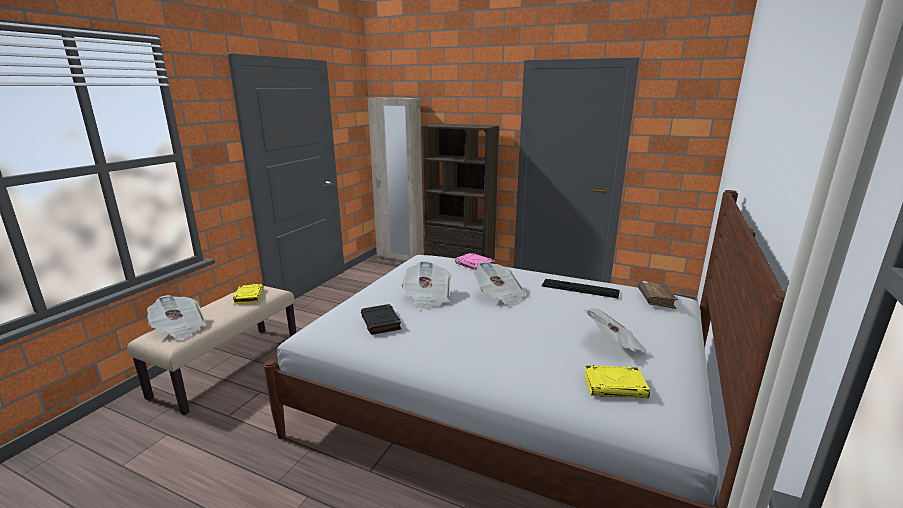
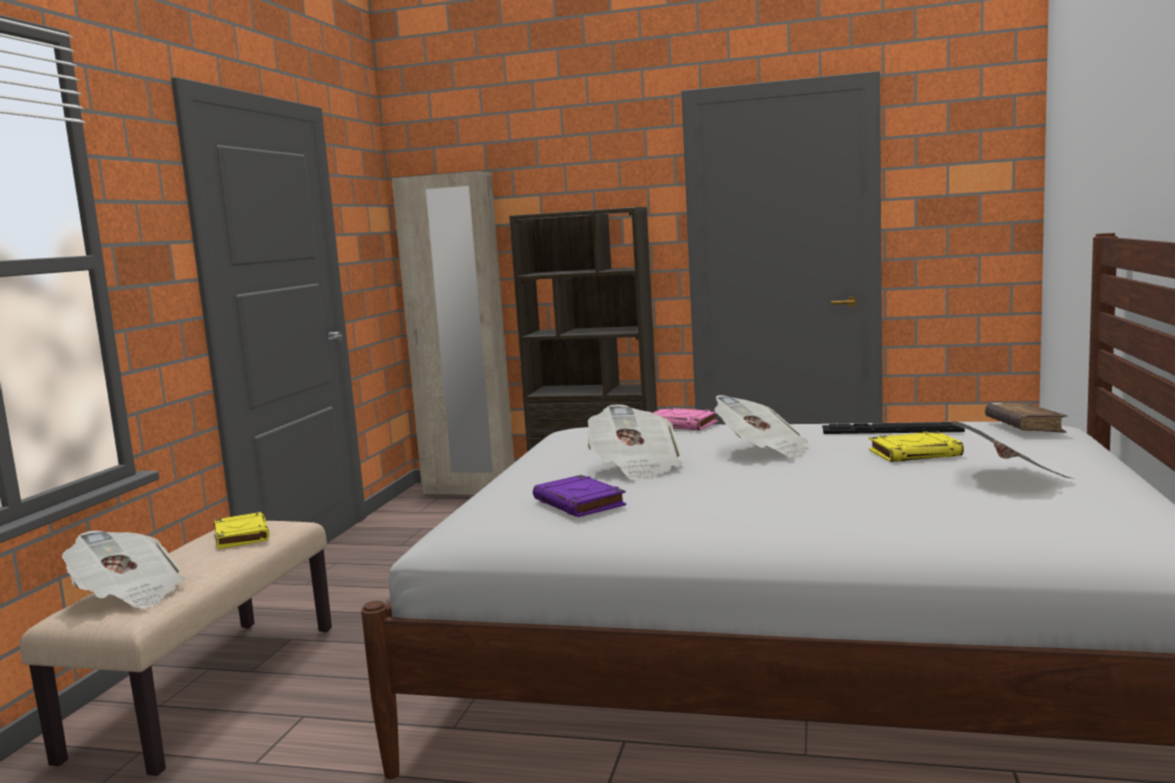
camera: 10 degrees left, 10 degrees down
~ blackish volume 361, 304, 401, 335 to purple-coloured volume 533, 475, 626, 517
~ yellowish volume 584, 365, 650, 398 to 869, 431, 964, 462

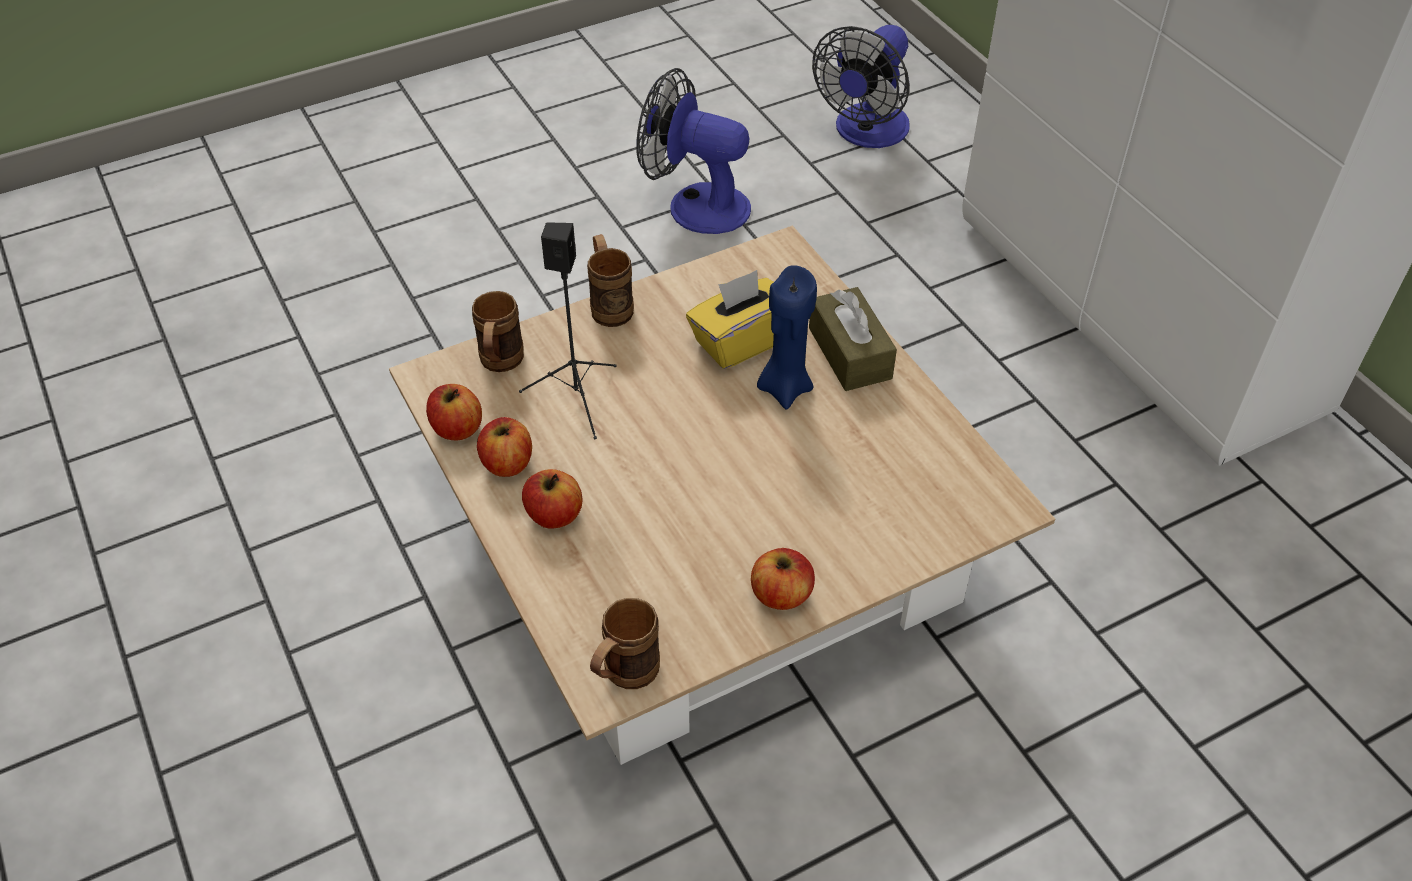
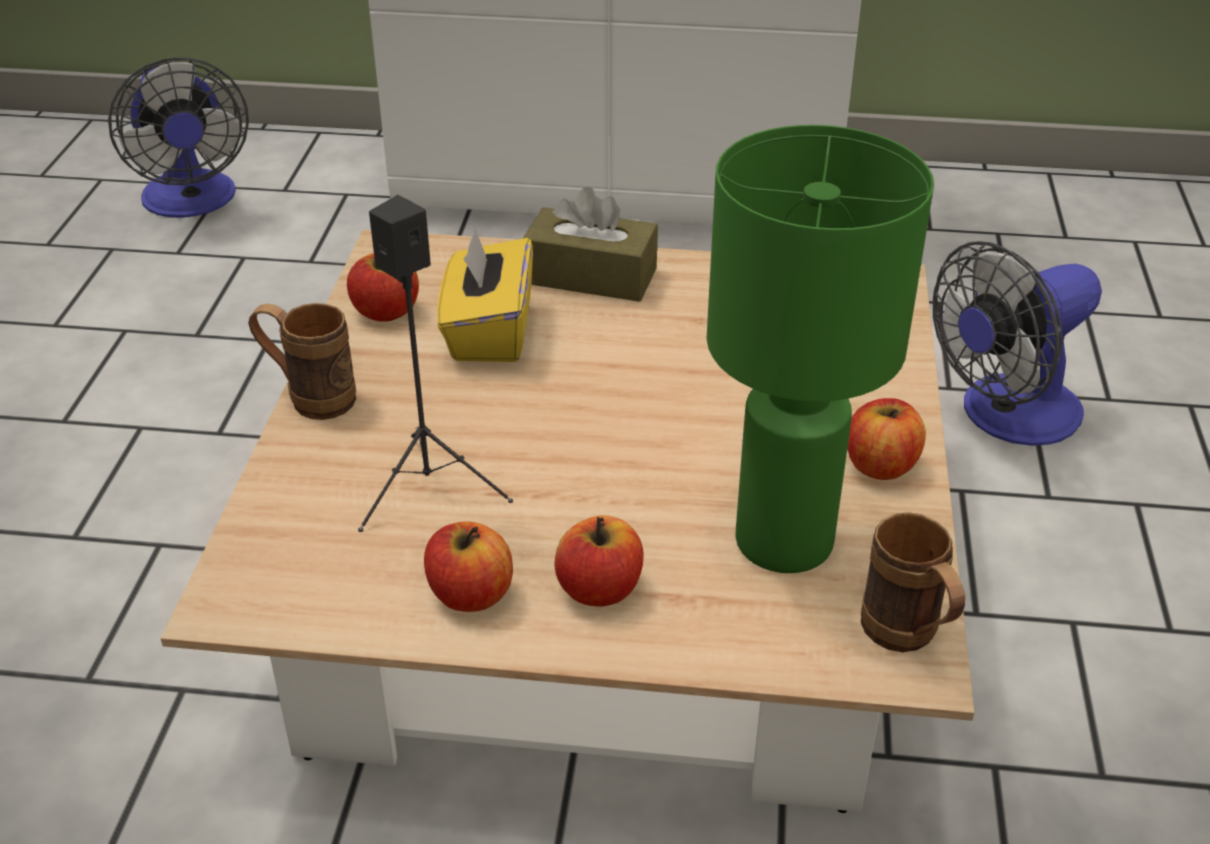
camera: 55 degrees left, 10 degrees down
~ whole apple 426, 384, 482, 441 to 347, 253, 419, 322
+ greenish tabletop lamp 707, 125, 934, 573
~ electric fan 636, 68, 751, 234 to 933, 241, 1102, 446
- brown mug 472, 291, 524, 372
- blue-coloured wax candle 757, 265, 817, 410

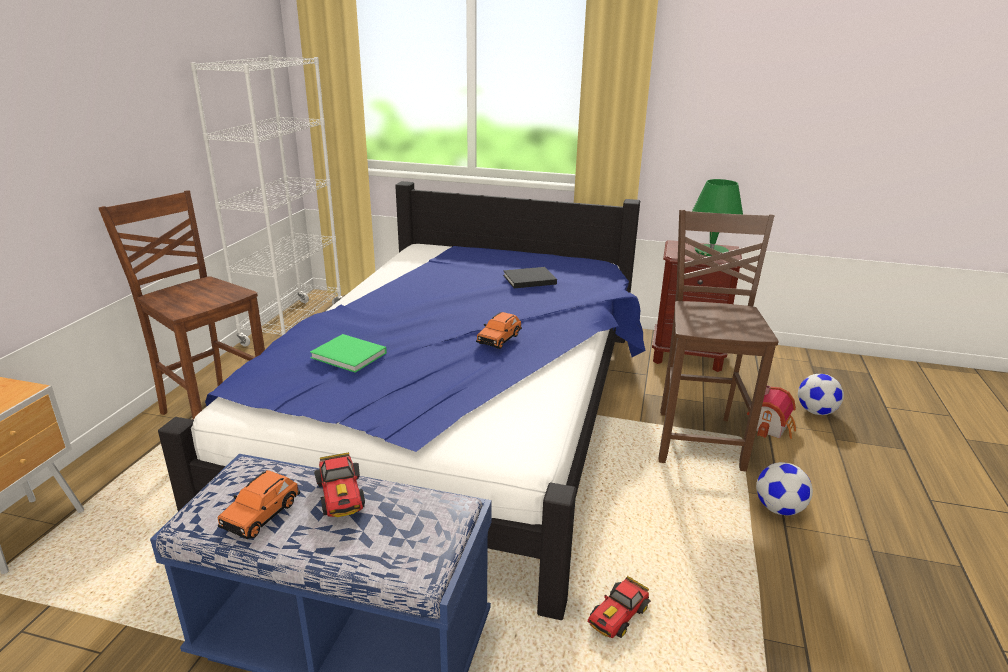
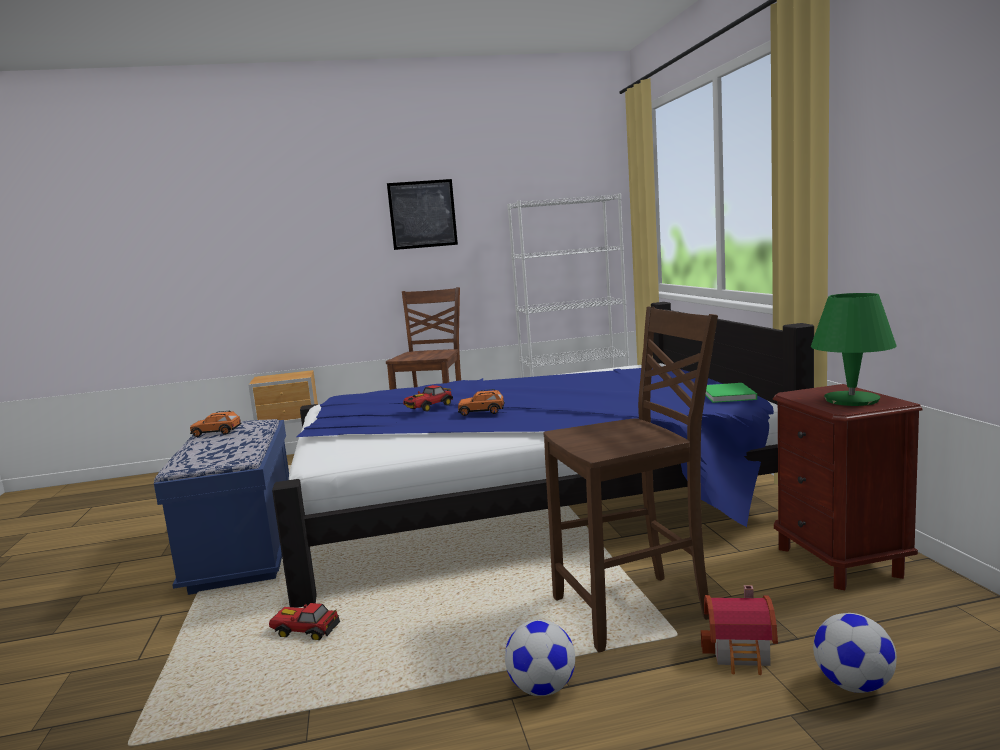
camera: 65 degrees right, 15 degrees down
+ wall art 387, 179, 458, 250
~ miniature car 314, 452, 365, 517 to 403, 385, 453, 412
~ greenish volume 310, 334, 387, 373 to 705, 383, 757, 403
- blackish volume 503, 267, 557, 288

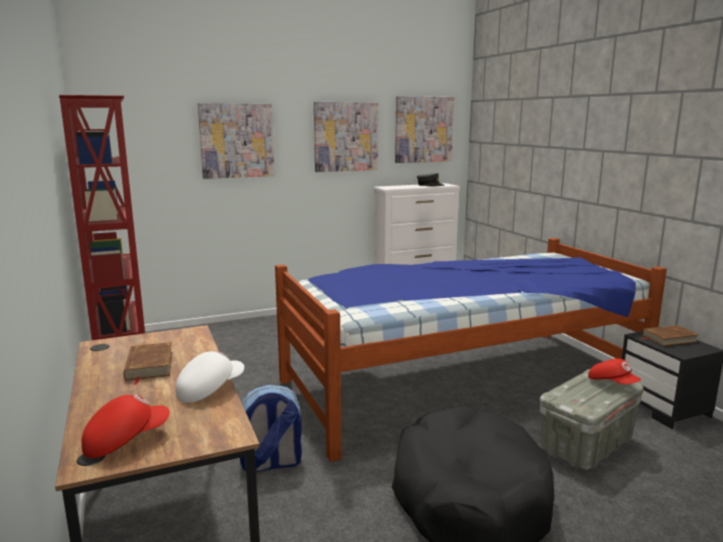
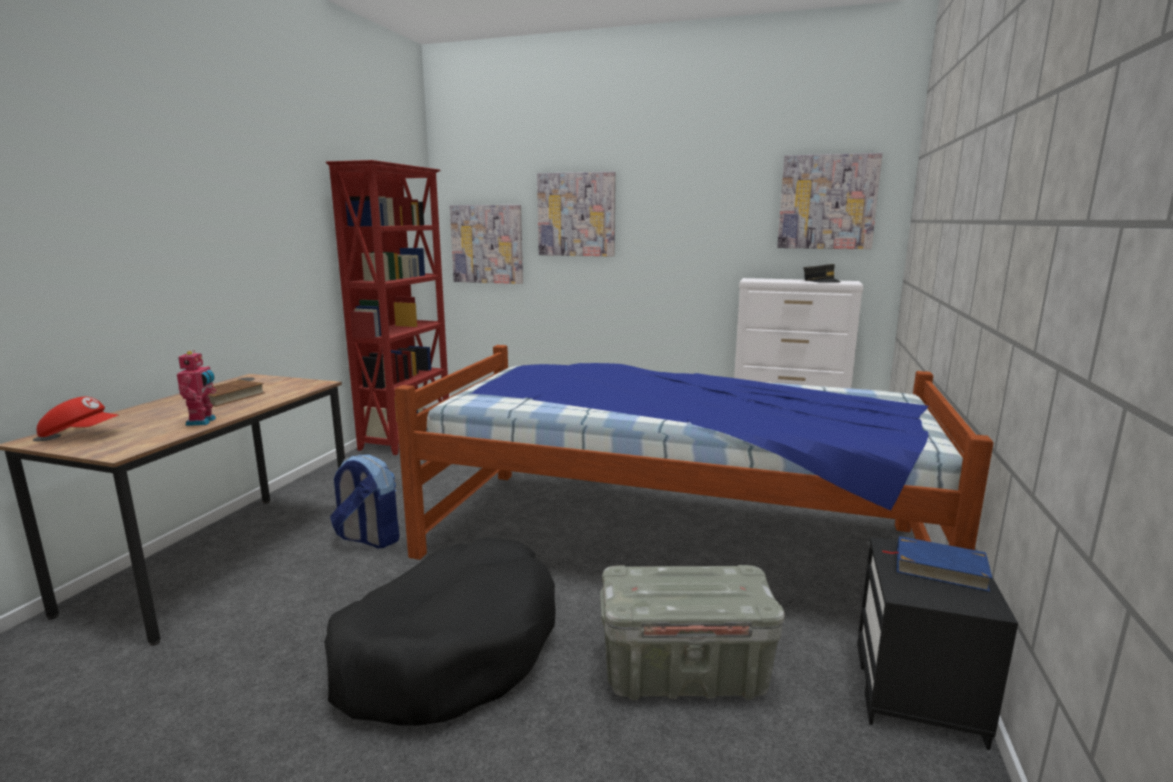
camera: 40 degrees right, 0 degrees up
~ white-coloured peaked cap 176, 351, 244, 403 to robot figure 177, 350, 216, 426
~ wall art 314, 102, 378, 172 to 450, 205, 523, 284
~ brown volume 642, 325, 699, 346 to blue-coloured volume 881, 536, 992, 592
- red peaked cap 588, 359, 641, 384

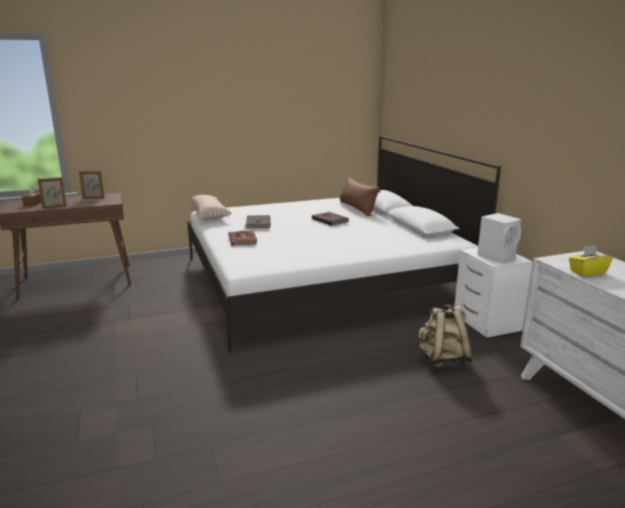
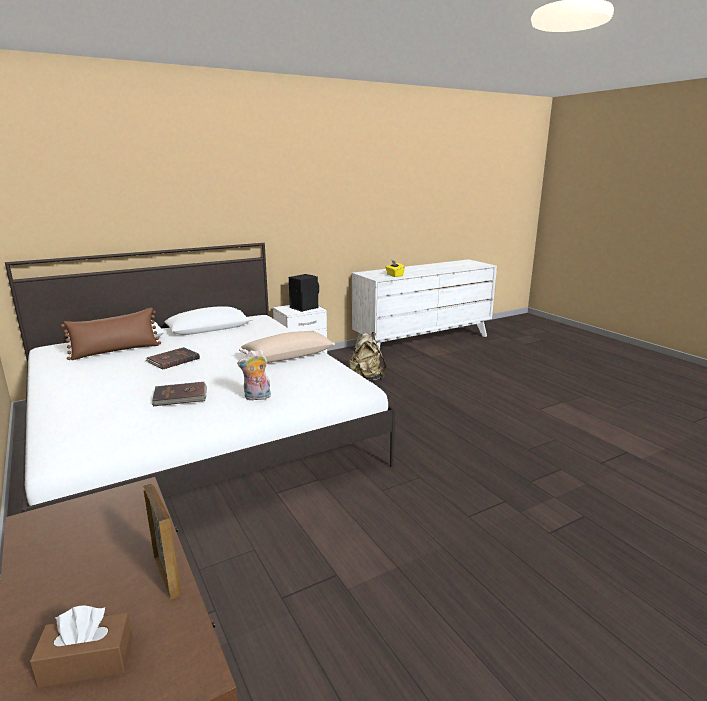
camera: 100 degrees left, 0 degrees up
~ volume 228, 230, 257, 246 to soft toy 237, 349, 271, 401
~ beige-coloured throw pillow 190, 195, 232, 220 to 239, 331, 335, 363
~ white-coloured speaker 477, 213, 521, 263 to blackish speaker 289, 274, 319, 312
- standing frame 79, 171, 104, 199

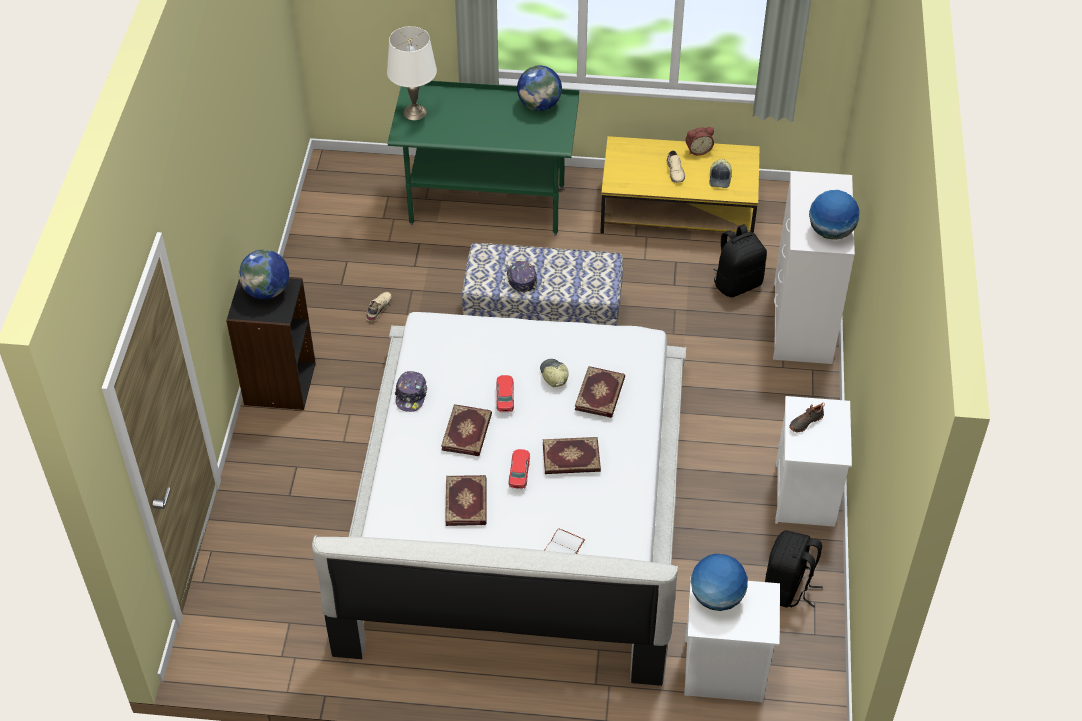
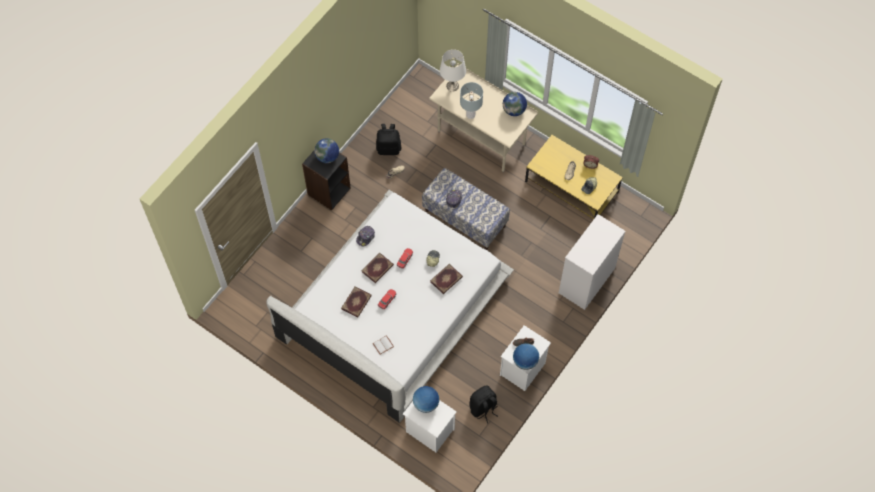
camera: 30 degrees right, 15 degrees up
~ blackish backpack 713, 224, 767, 297 to 376, 124, 401, 155
~ greenish desk 388, 81, 579, 235 to beige-coloured desk 429, 63, 538, 172
+ gray tabletop lamp 460, 82, 483, 119
~ world globe 809, 190, 859, 240 to 513, 343, 539, 370
- volume 543, 437, 601, 474

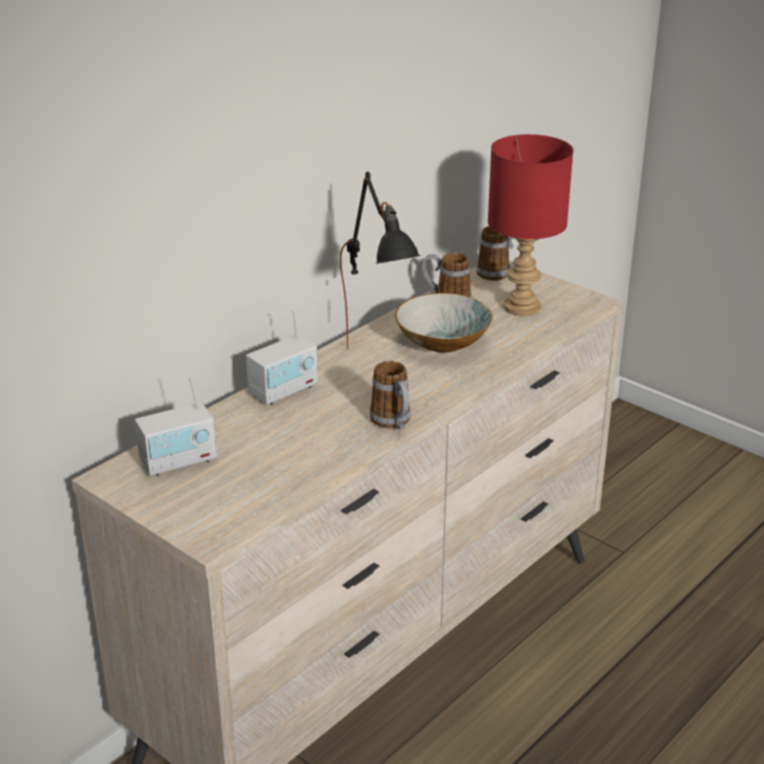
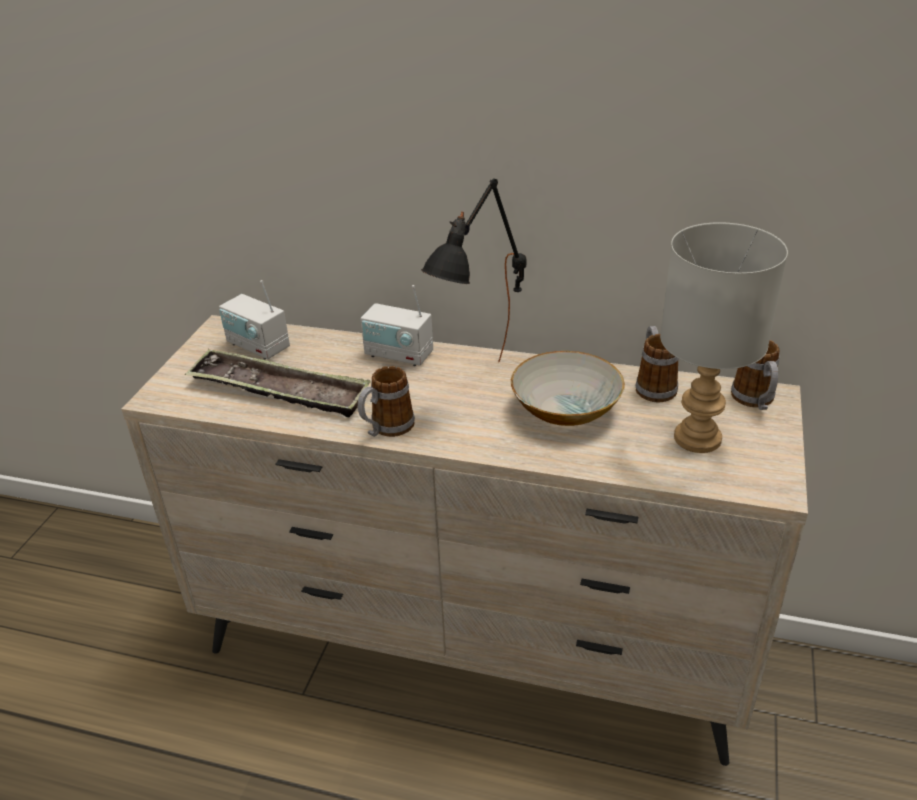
camera: 65 degrees right, 5 degrees up
+ carrying tray 185, 349, 370, 417
~ red tabletop lamp 488, 134, 573, 316 to gray tabletop lamp 660, 222, 788, 453

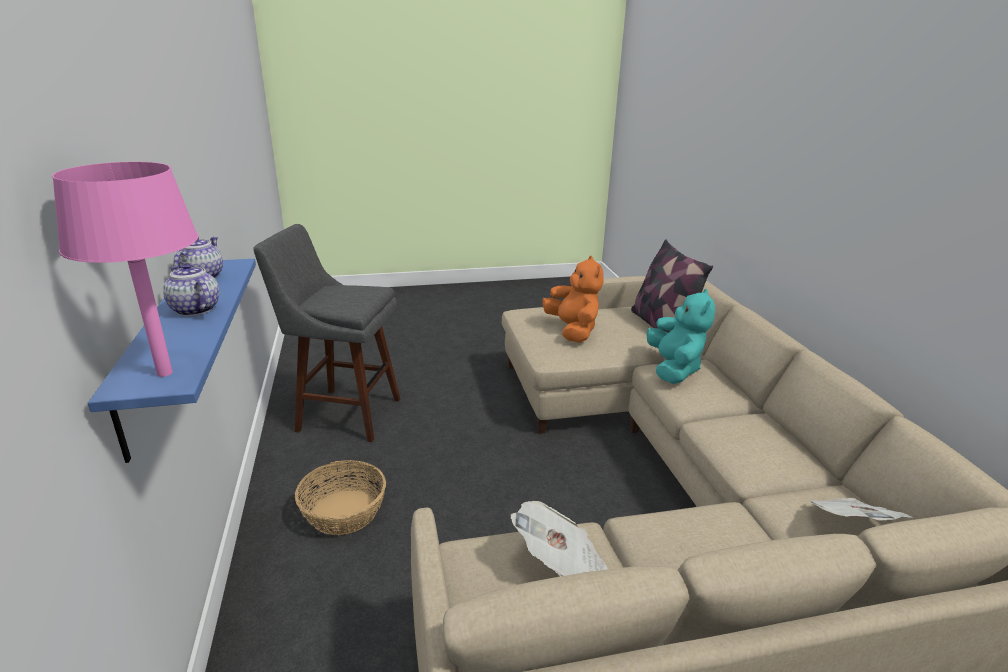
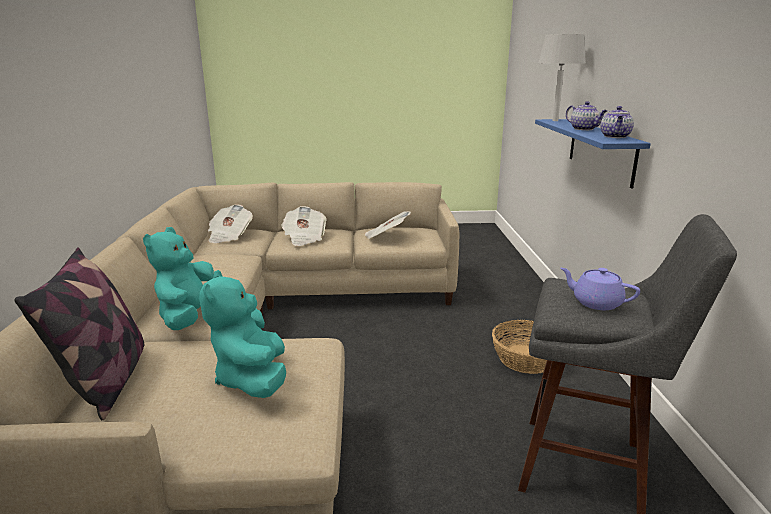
camera: 170 degrees left, 5 degrees down
~ orangey soft toy 542, 256, 604, 343 to turquoise-coloured soft toy 199, 270, 286, 398
+ daily paper 281, 206, 327, 246
~ pinkish tabletop lamp 52, 162, 199, 377 to gray tabletop lamp 539, 34, 586, 121
+ purple-coloured tea pot 560, 268, 640, 310

